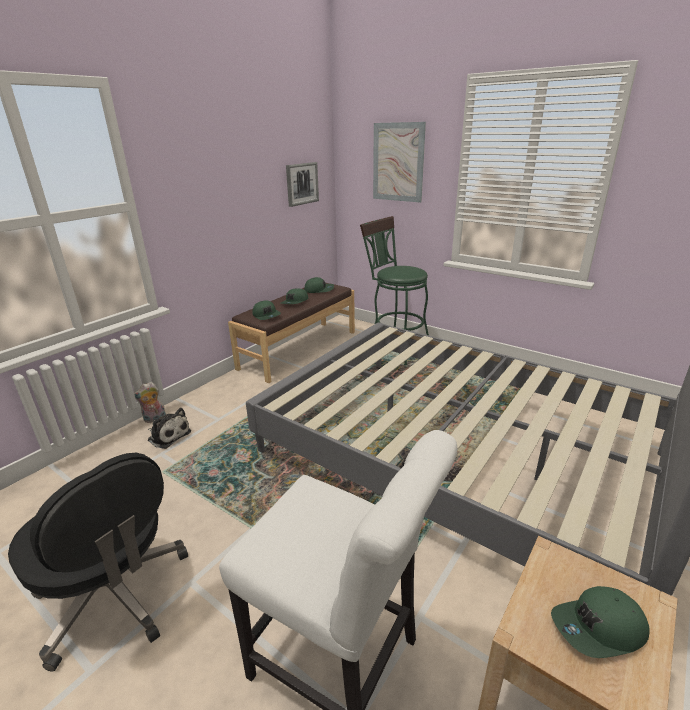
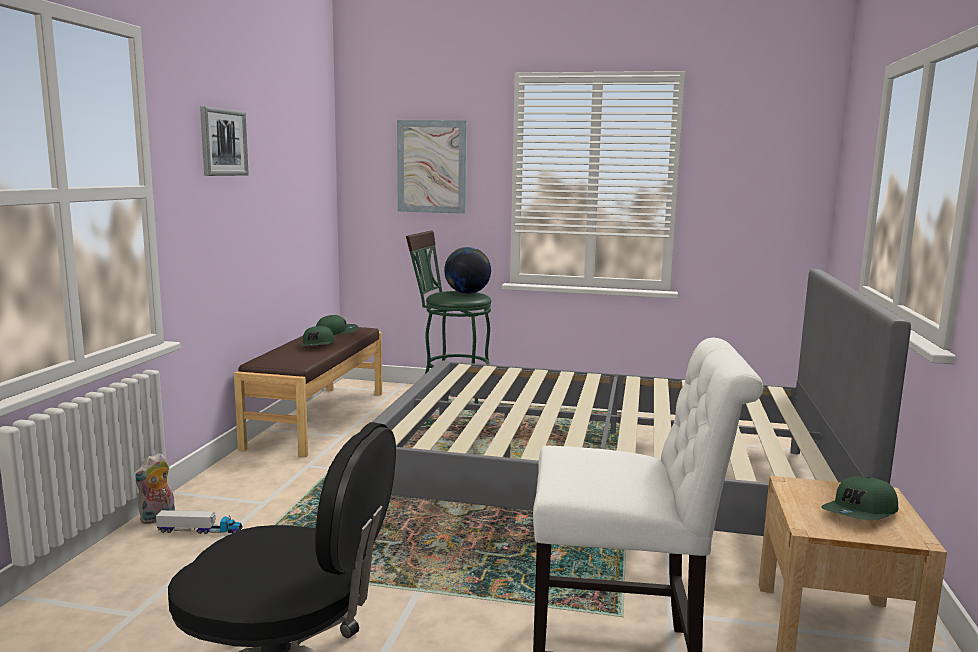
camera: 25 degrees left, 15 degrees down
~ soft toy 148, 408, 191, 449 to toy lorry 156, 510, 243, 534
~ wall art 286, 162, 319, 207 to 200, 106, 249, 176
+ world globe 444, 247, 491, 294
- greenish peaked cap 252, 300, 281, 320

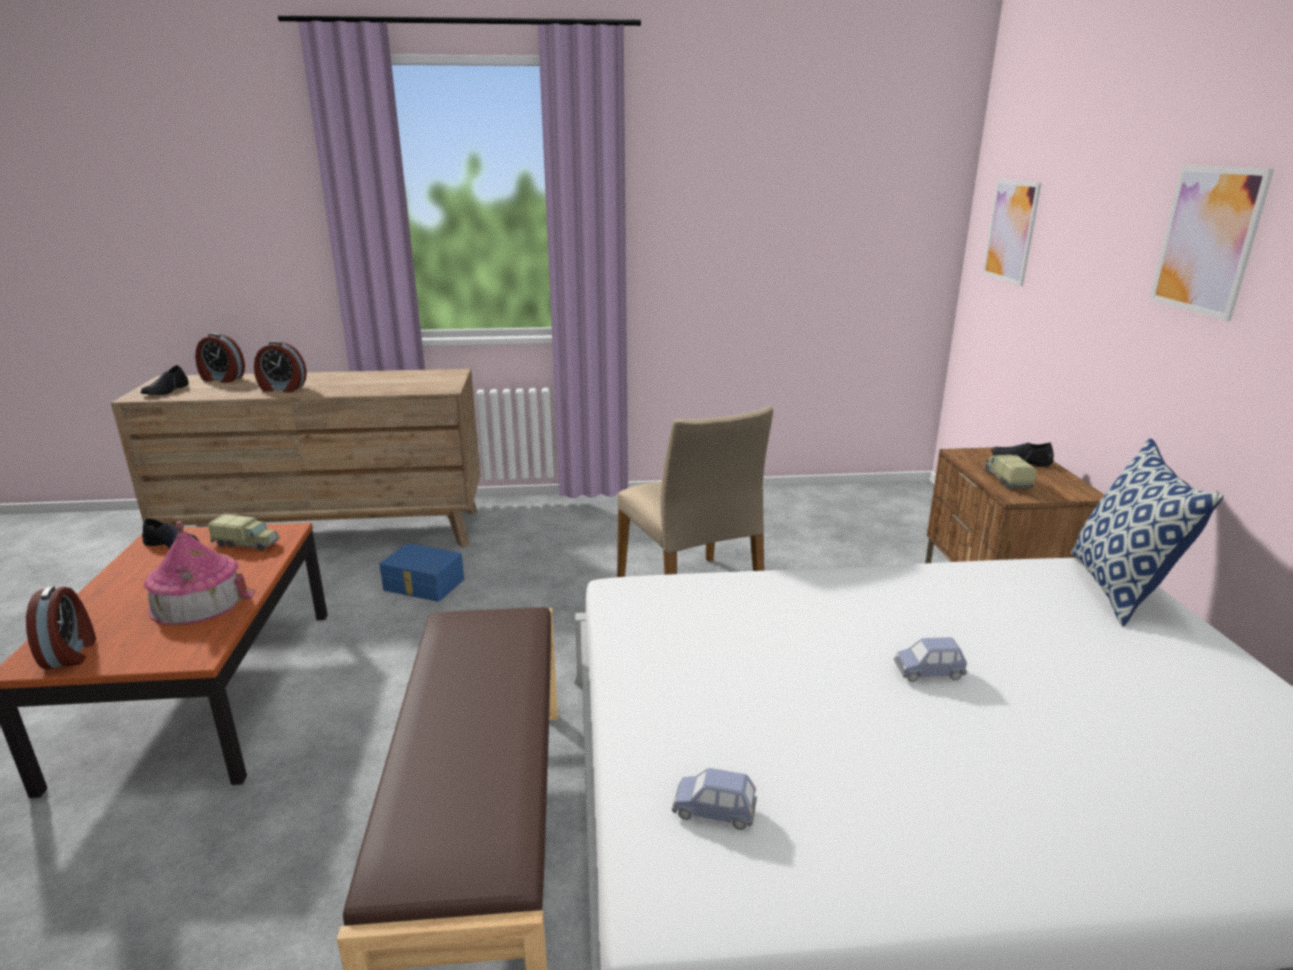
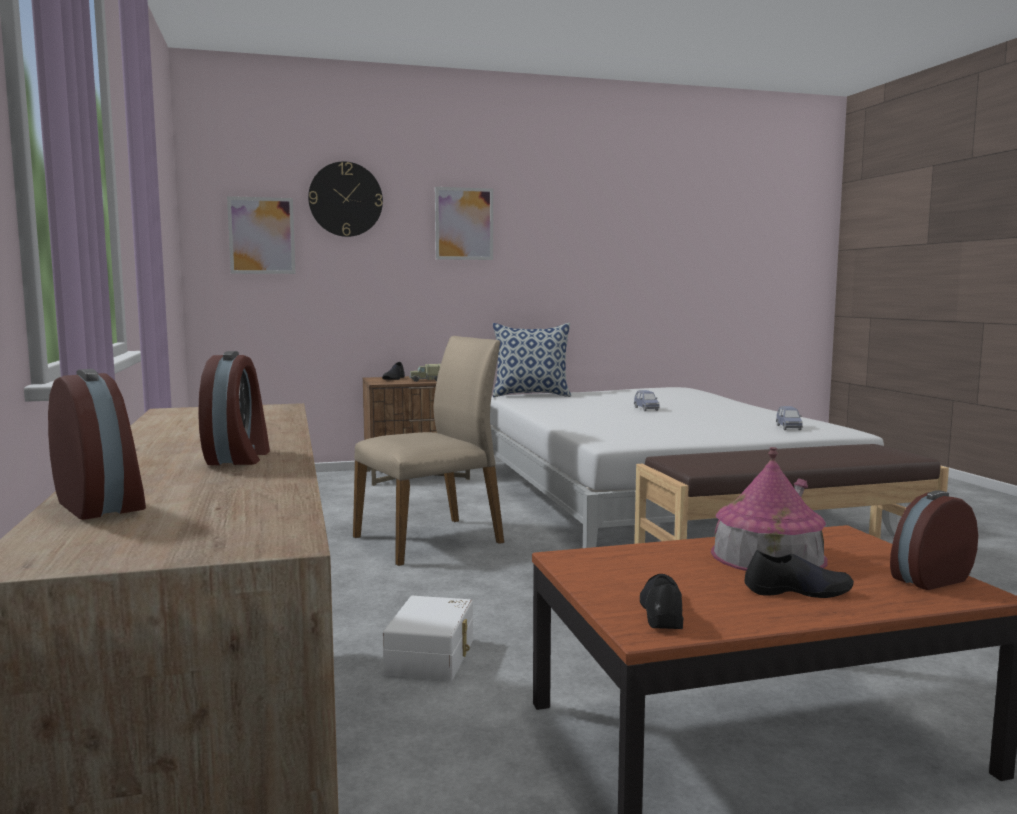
camera: 100 degrees left, 15 degrees down
~ bedside clock 195, 333, 245, 383 = 48, 369, 146, 520 45 degrees counterclockwise
+ hanging clock 308, 162, 383, 237
~ blue-coloured storage container 380, 543, 464, 602 to white-coloured storage container 383, 596, 473, 681
~ blackish shoe 141, 365, 189, 395 to 744, 550, 854, 598
- toy lorry 208, 514, 280, 551

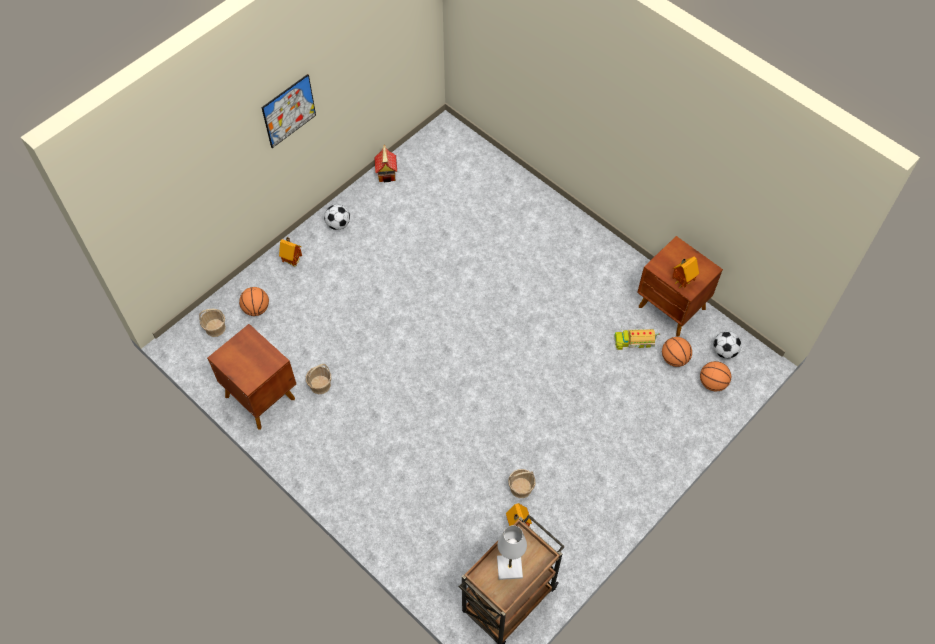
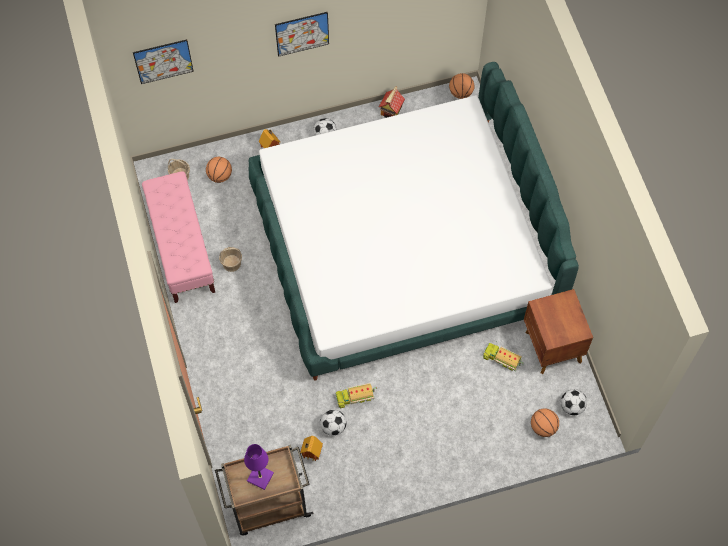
camera: 30 degrees right, 5 degrees up
+ wall art 133, 39, 194, 84
~ brown bedside table 207, 324, 296, 430 to pinkish bench 142, 171, 215, 303
~ white-coloured tabletop lamp 497, 525, 527, 580 to purple-coloured tabletop lamp 244, 444, 274, 490
+ sleeping bed 248, 62, 579, 380
~ household basket 508, 469, 536, 498 to football 320, 410, 346, 436
+ toy lorry 336, 383, 377, 408
~ basketball ball 662, 337, 692, 367 to 449, 73, 475, 99
- miniature house 673, 257, 699, 288

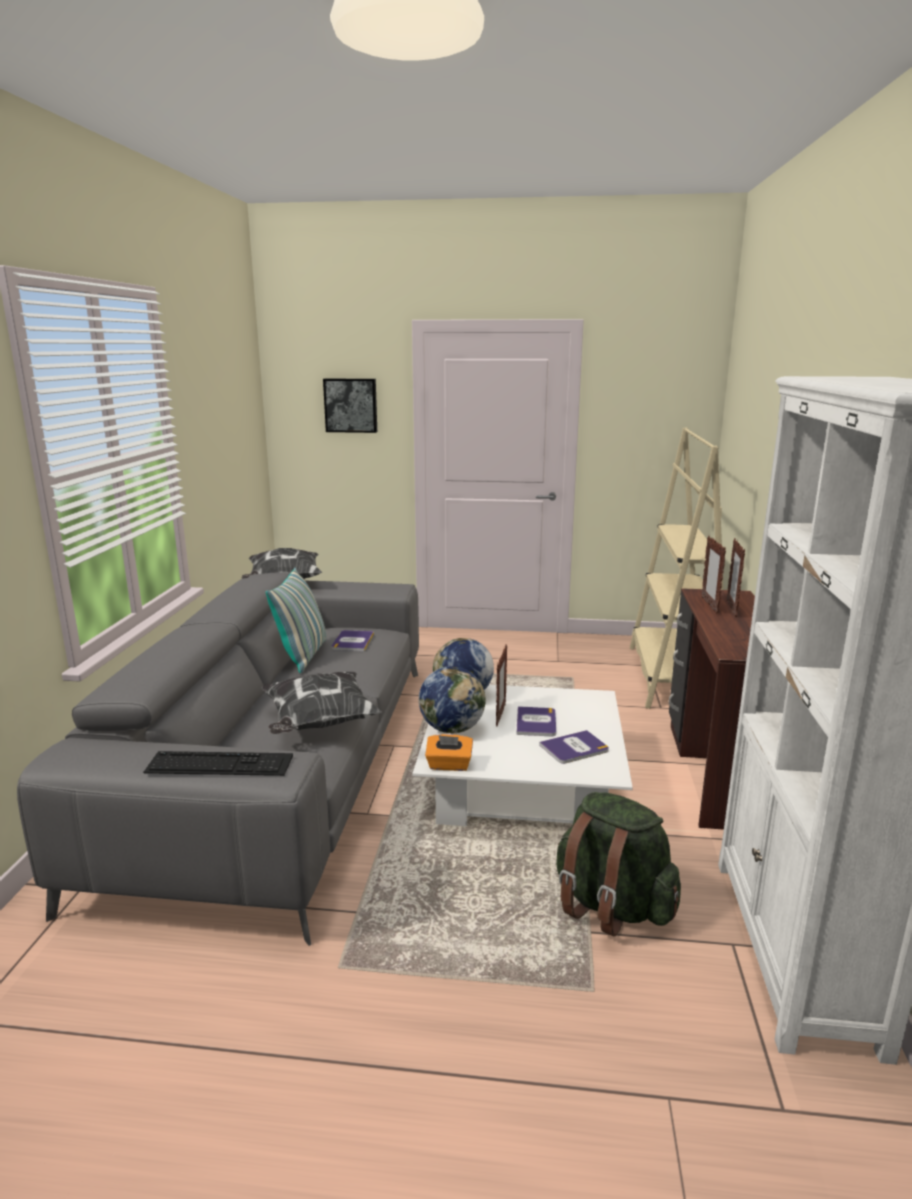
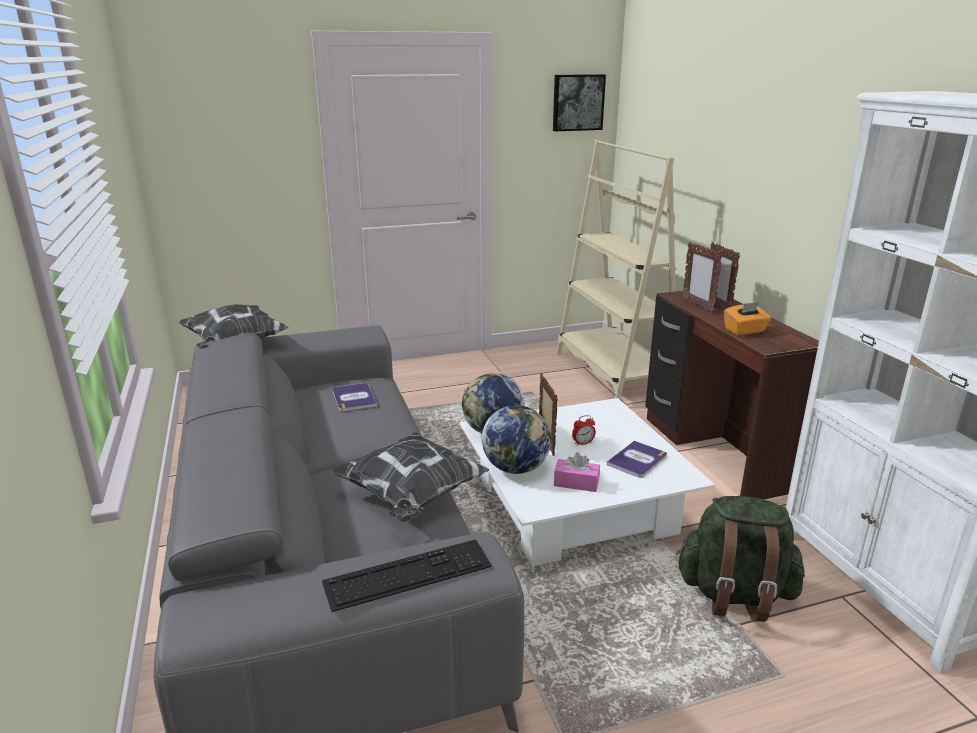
camera: 25 degrees left, 5 degrees up
~ wall art 323, 379, 377, 433 to 553, 74, 606, 131
+ pinkish box of tissues 554, 452, 600, 492
~ volume 516, 706, 556, 736 to bedside clock 572, 415, 596, 446
~ orangey box of tissues 425, 734, 473, 771 to 724, 302, 771, 335
- throw pillow 266, 568, 326, 673

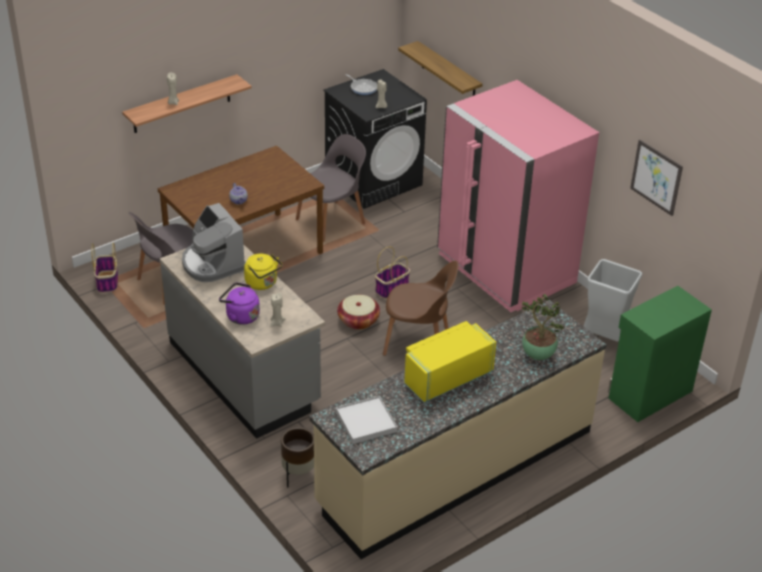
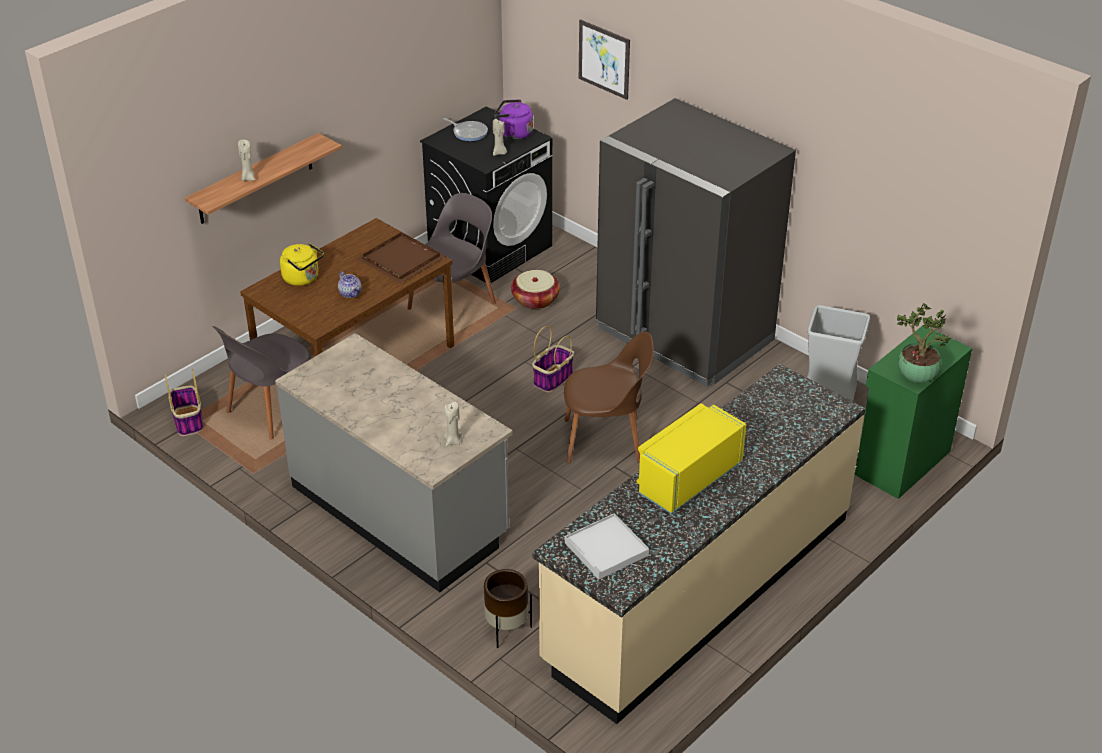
camera: 10 degrees left, 0 degrees up
~ yellowish kettle 244, 254, 282, 290 to 280, 243, 324, 286
+ brown carrying tray 357, 232, 445, 283
~ purple-coloured kettle 219, 282, 260, 325 to 494, 99, 533, 140
~ household basket 337, 295, 380, 330 to 511, 270, 560, 309
~ wall art 630, 139, 683, 216 to 579, 19, 630, 100
~ pinkish fridge 437, 80, 599, 312 to gray fridge 596, 98, 796, 387
~ potted plant 522, 294, 565, 360 to 897, 303, 950, 383
- coffee machine 182, 203, 246, 282
- shelf 398, 41, 482, 96

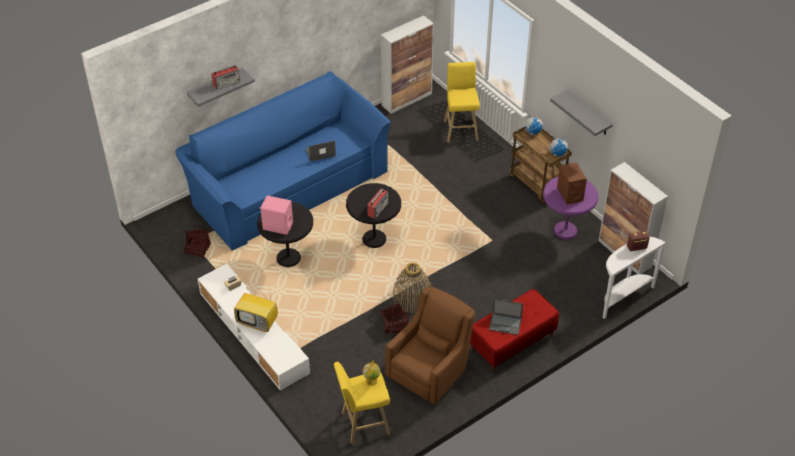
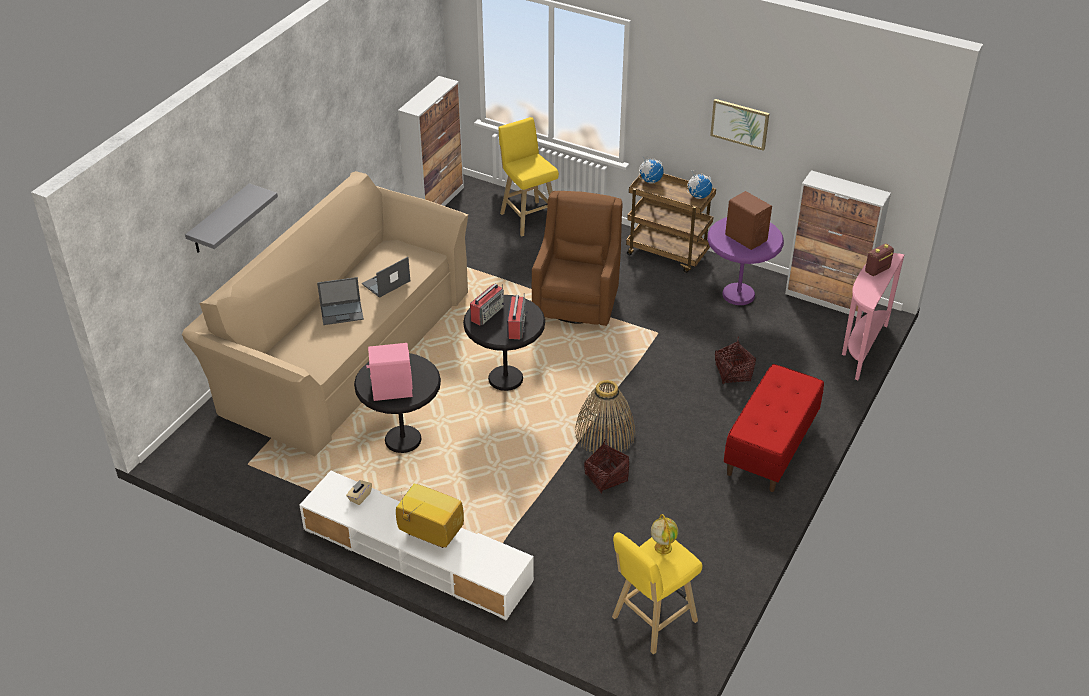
camera: 25 degrees left, 5 degrees down
~ blue-coloured couch 175, 71, 391, 251 to beige-coloured couch 182, 171, 468, 456
~ laptop 489, 299, 523, 335 to 317, 277, 364, 325
~ television 234, 287, 278, 332 = 396, 484, 464, 548 150 degrees counterclockwise
~ radio set 211, 65, 240, 90 to 470, 284, 505, 325
~ brown lounge chair 385, 286, 475, 404 to 532, 191, 622, 326
~ gray shelf 550, 90, 613, 136 to wall art 710, 99, 769, 151
~ household basket 184, 226, 211, 258 to 715, 336, 756, 384
~ white-coloured narrow table 602, 237, 666, 319 to pinkish narrow table 842, 253, 905, 380

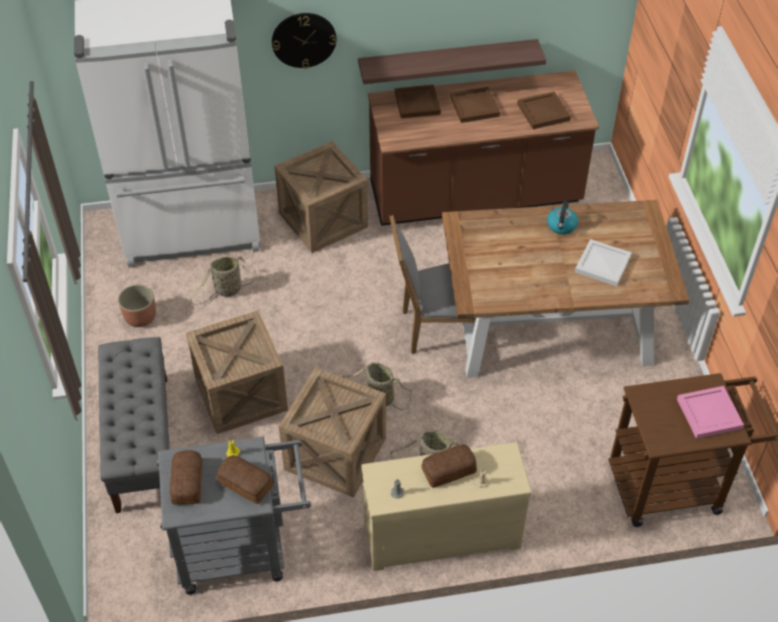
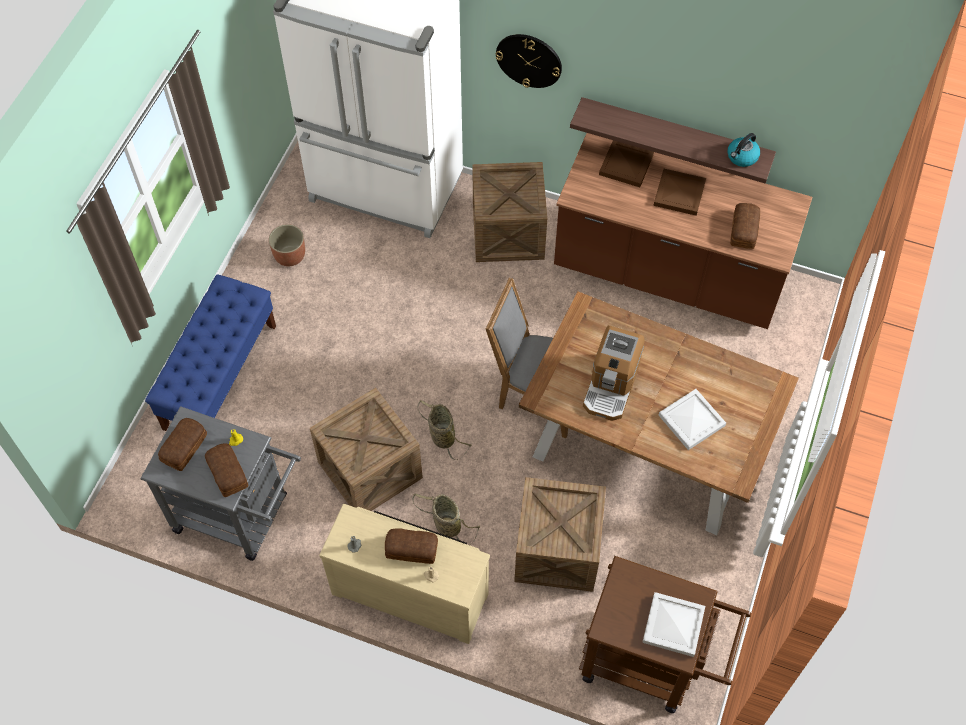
camera: 30 degrees right, 10 degrees up
~ gray bench 98, 337, 170, 513 to blue-coloured bench 145, 274, 276, 431
~ packing crate 186, 311, 288, 434 to 514, 477, 606, 592
+ coffee machine 583, 325, 645, 421
~ pinkish carrying tray 677, 386, 744, 439 to white-coloured carrying tray 642, 592, 705, 657
~ kettle 547, 201, 578, 234 to 728, 133, 760, 167
~ brown carrying tray 517, 92, 571, 129 to bread 730, 203, 760, 249
- household basket 190, 256, 254, 305

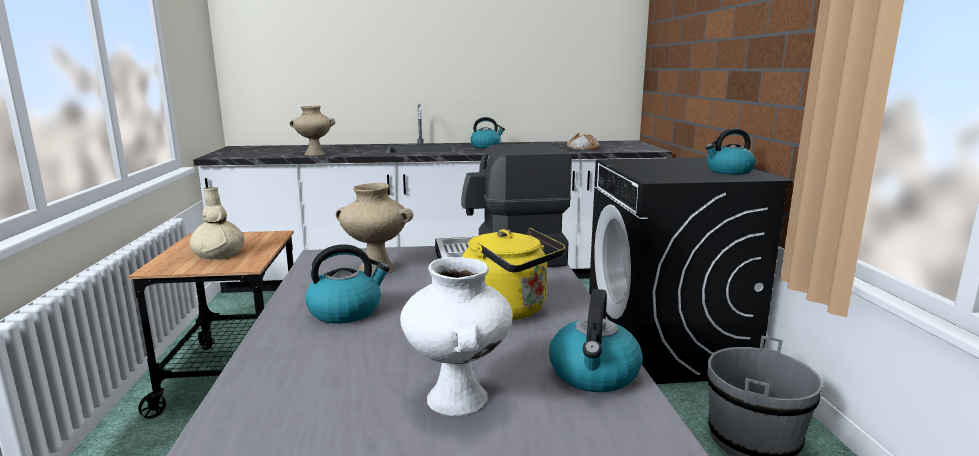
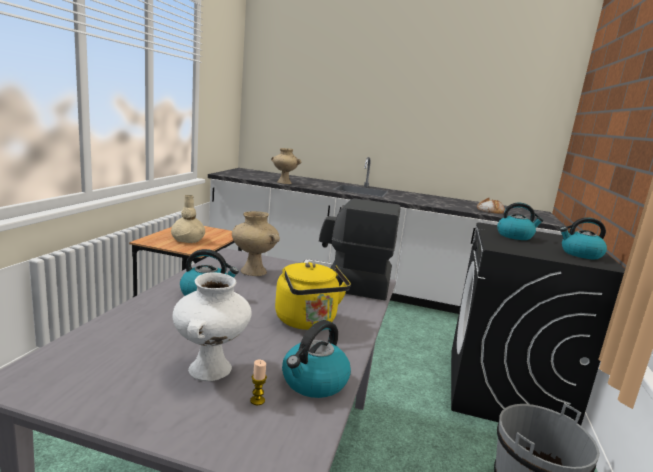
camera: 20 degrees right, 0 degrees up
+ wax candle 250, 360, 267, 405
~ kettle 470, 117, 505, 148 to 497, 202, 544, 240

